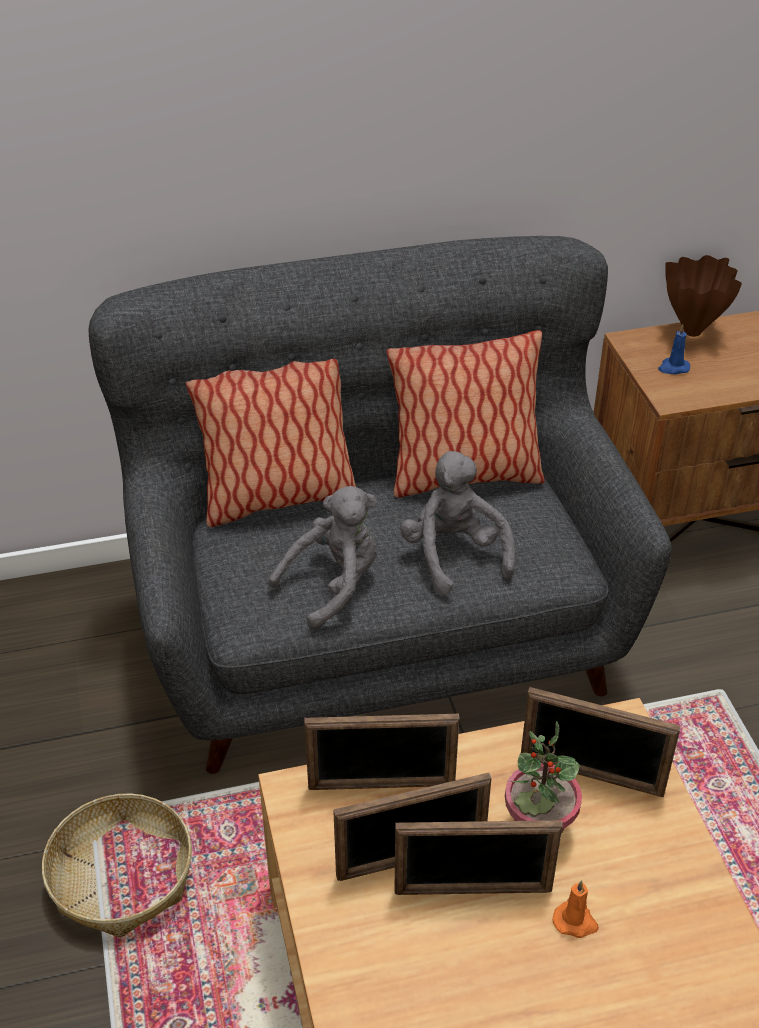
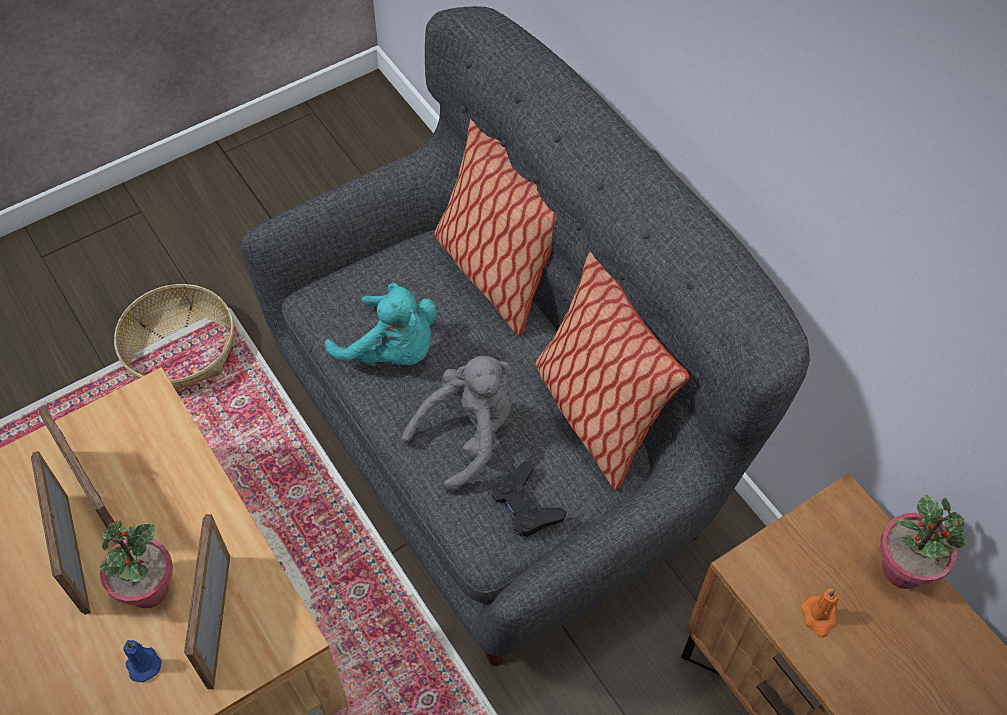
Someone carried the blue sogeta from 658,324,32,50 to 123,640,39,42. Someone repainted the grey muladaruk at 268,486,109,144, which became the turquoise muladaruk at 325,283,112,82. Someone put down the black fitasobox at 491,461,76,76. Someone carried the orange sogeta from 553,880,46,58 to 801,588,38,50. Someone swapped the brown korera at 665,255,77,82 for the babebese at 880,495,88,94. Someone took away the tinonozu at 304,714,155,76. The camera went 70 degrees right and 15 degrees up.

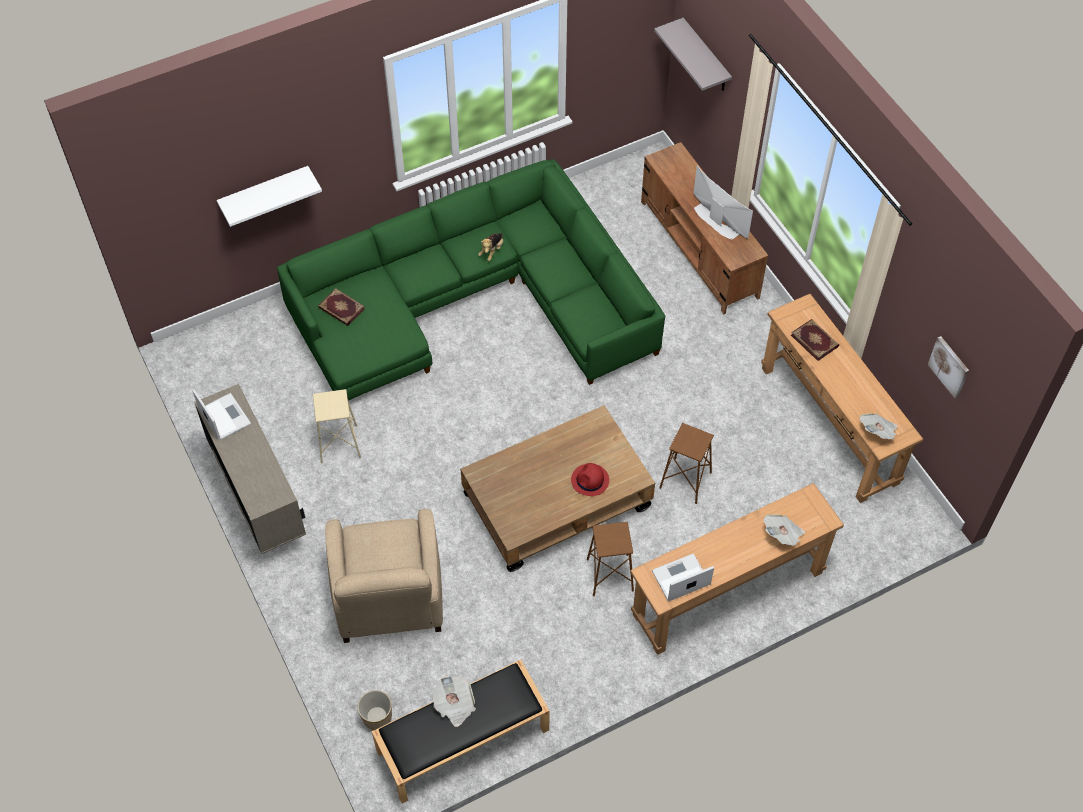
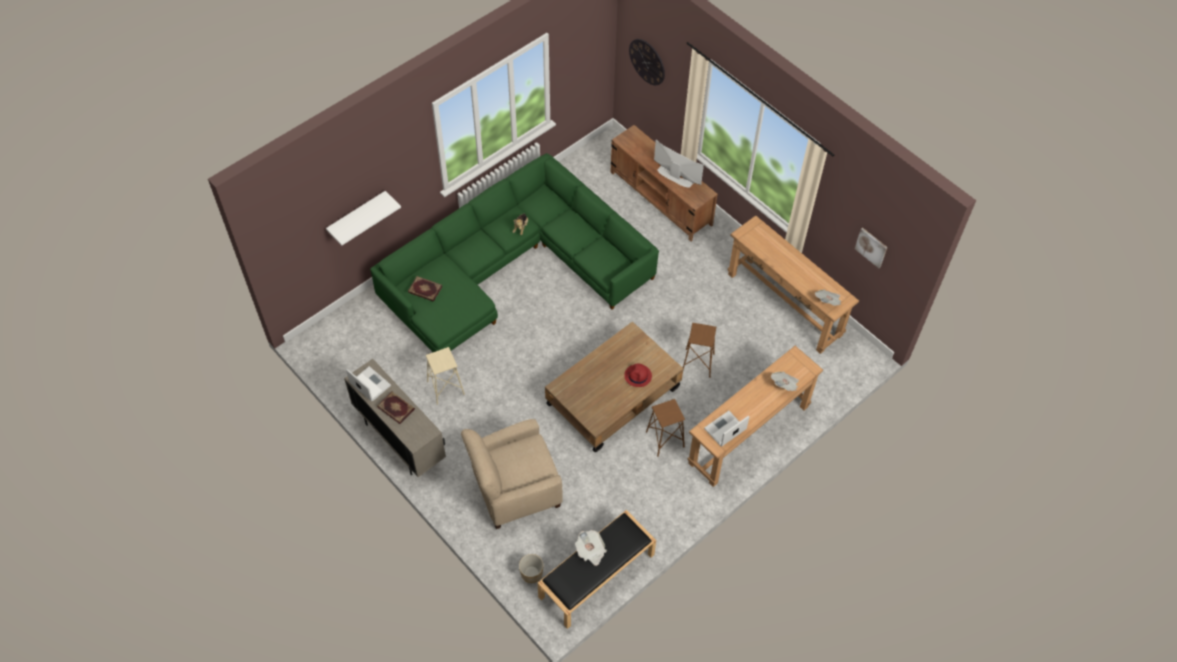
Someone carried the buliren from 791,319,48,42 to 377,391,38,33. Someone rotated the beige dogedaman at 325,509,118,134 by 90 degrees clockwise. Someone swapped the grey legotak at 654,18,78,73 for the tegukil at 629,39,36,46. The camera went 15 degrees left and 0 degrees up.

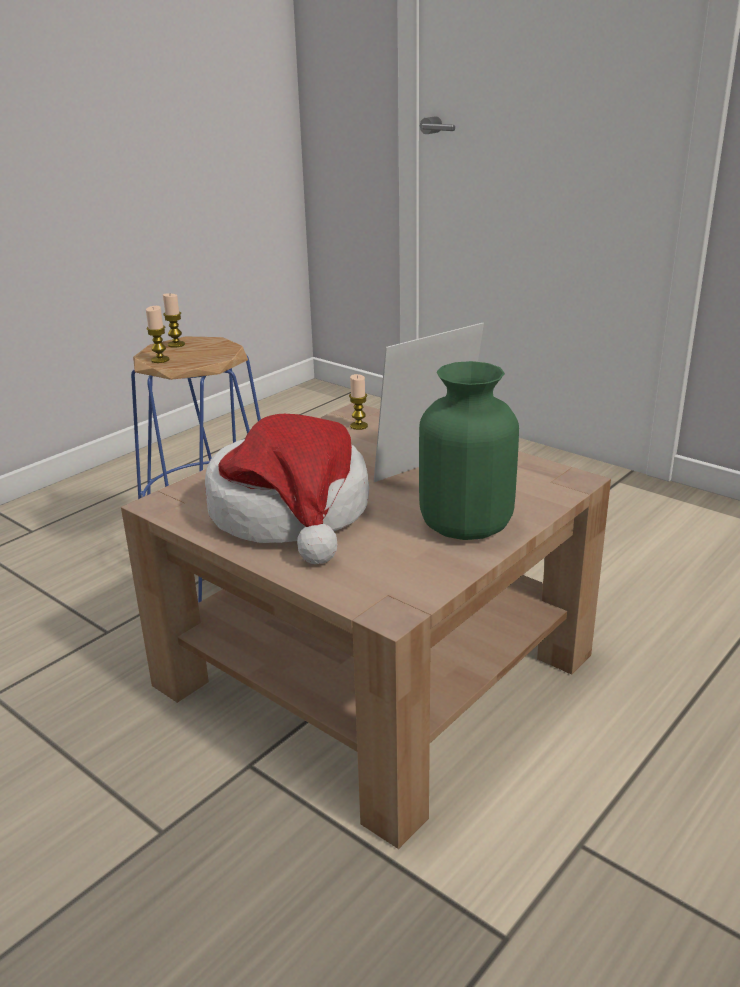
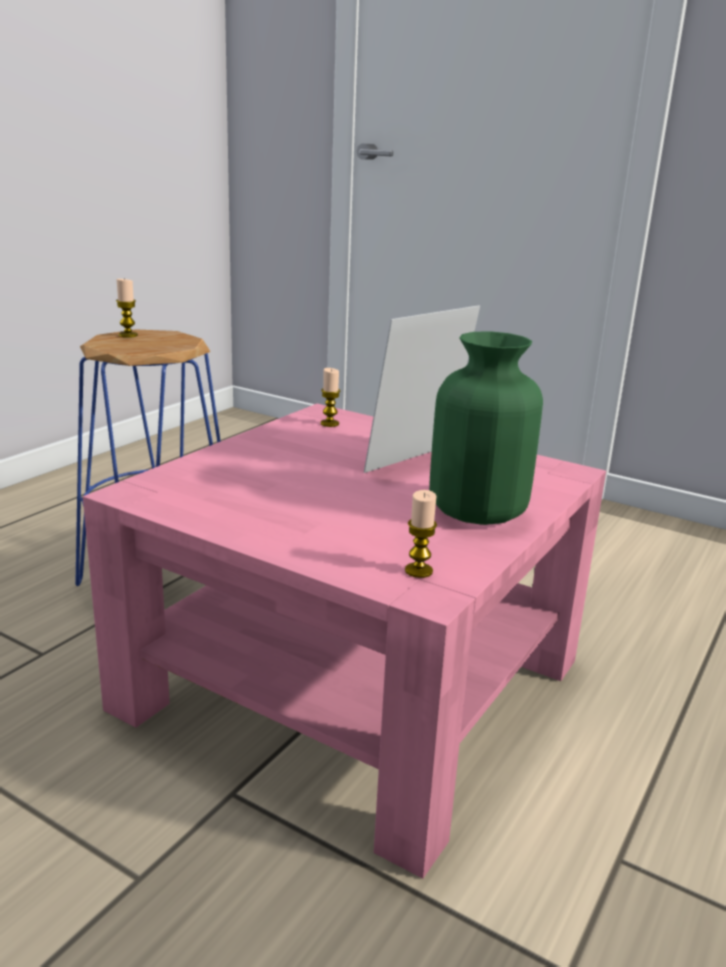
Someone repainted the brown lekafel at 121,403,490,446, which became the pink lekafel at 83,404,523,475. Someone carried the sogeta from 146,306,23,57 to 405,490,32,88. Someone took away the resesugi at 205,414,164,150. The camera went 10 degrees left and 5 degrees down.

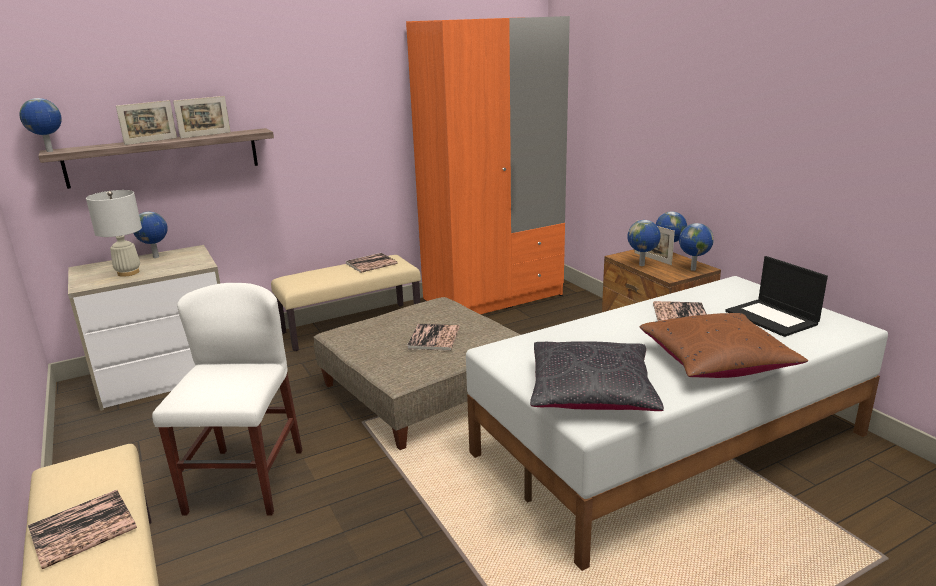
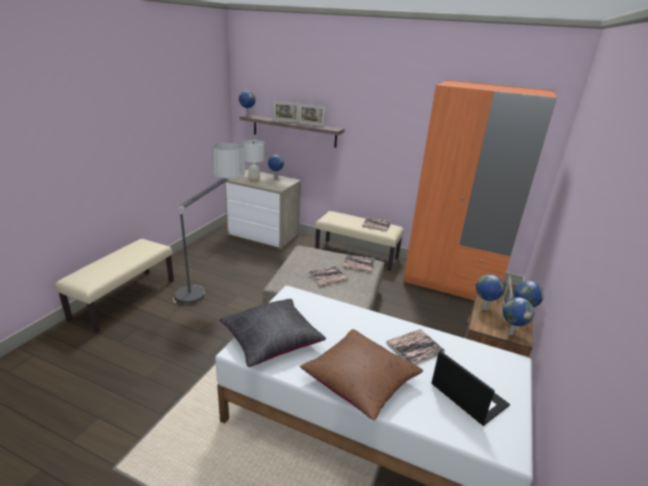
Someone swapped the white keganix at 152,283,151,233 for the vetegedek at 173,143,73,161. Someone carried the buliren from 28,490,109,79 to 342,255,33,17. Someone rotated the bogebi at 725,256,103,81 by 120 degrees clockwise. The camera went 50 degrees right and 5 degrees up.

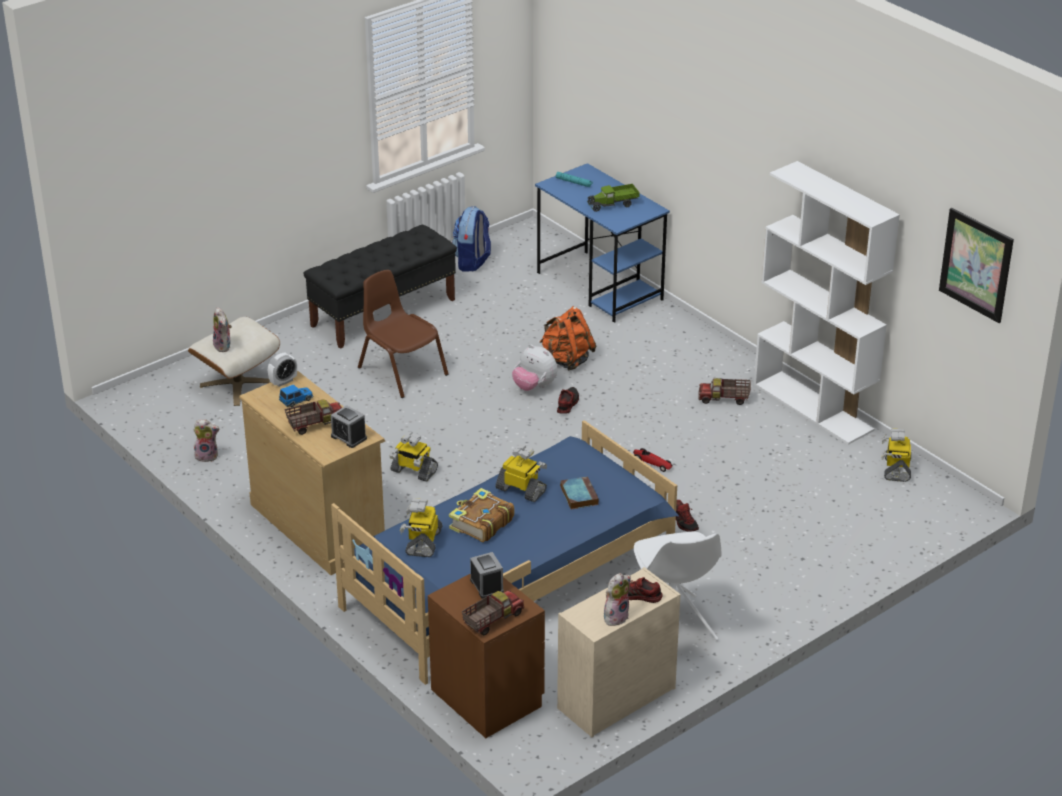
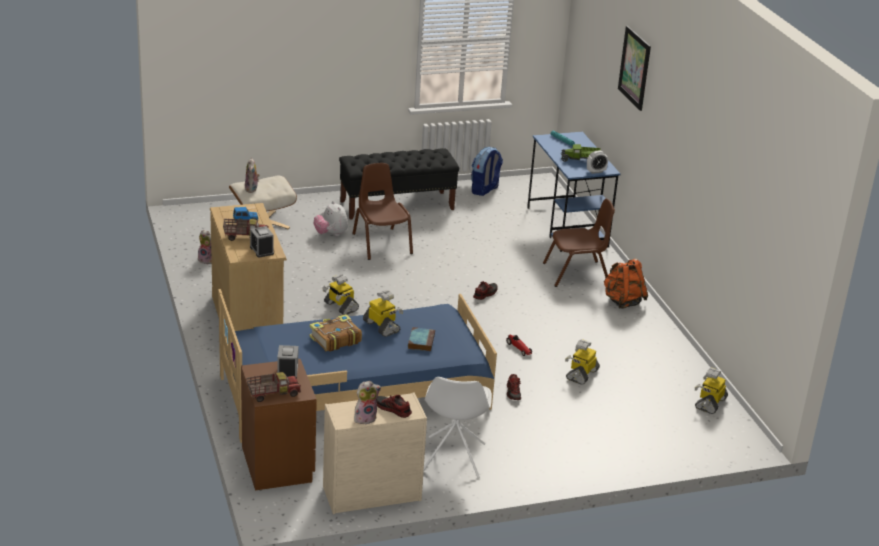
Someone carried the muladaruk from 512,344,45,47 to 314,201,34,35. Someone put down the brown keganix at 543,198,72,89. Someone carried the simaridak from 400,498,42,59 to 565,339,35,46. Someone carried the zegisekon from 268,353,29,34 to 587,151,21,23. Someone carried the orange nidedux from 539,306,57,65 to 604,258,44,51. Someone carried the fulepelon from 939,208,75,115 to 618,26,33,85. Someone took away the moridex at 698,378,53,27. Someone took away the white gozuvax at 754,161,146,284. The camera went 20 degrees right and 5 degrees down.

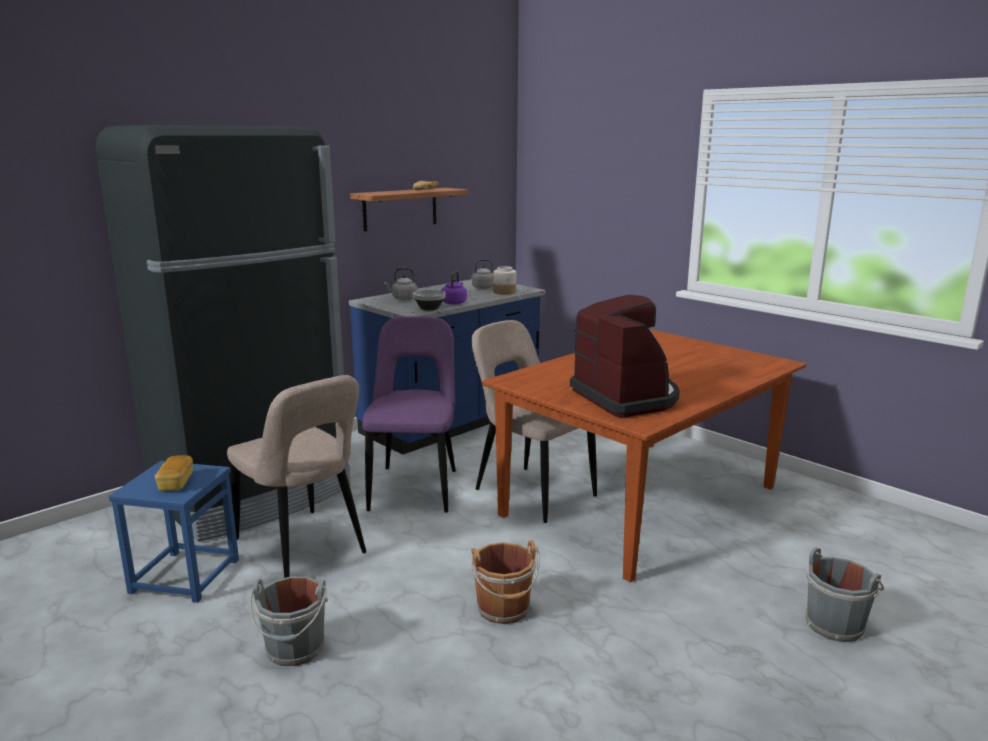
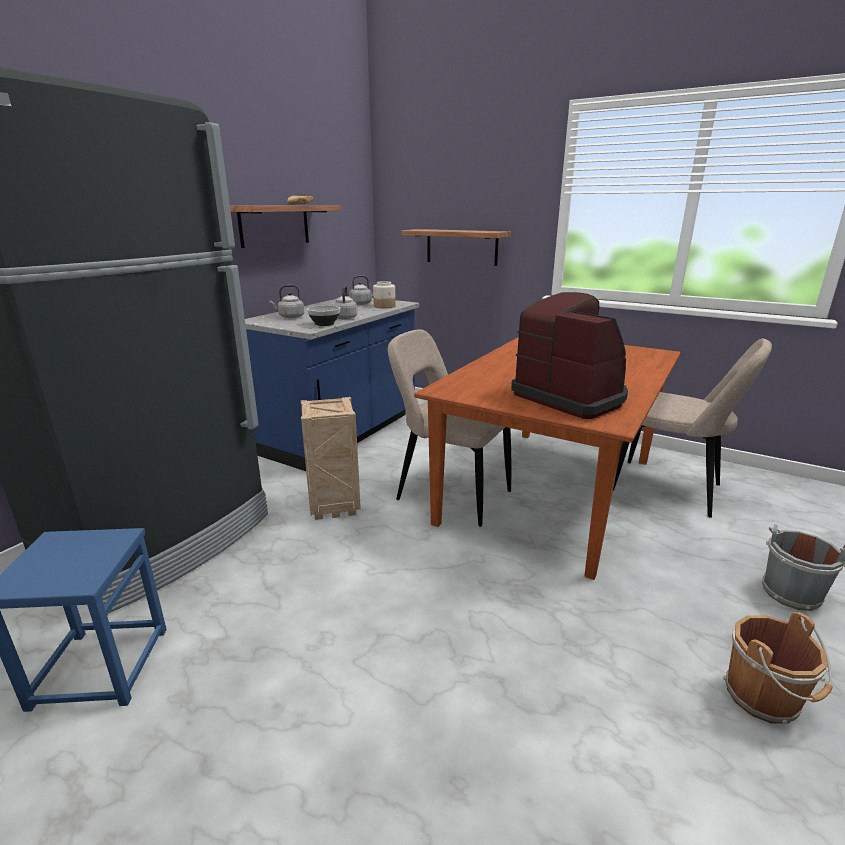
Someone swapped the purple keganix at 362,316,94,197 for the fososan at 301,397,60,123. Someone repainted the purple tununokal at 441,271,26,34, which became the grey tununokal at 332,285,26,34. Someone put up the legotak at 401,229,110,37. Someone carried the beige keganix from 227,375,139,203 to 613,339,159,179. Someone carried the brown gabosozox from 471,540,69,84 to 723,612,110,112. Someone took away the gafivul at 155,455,38,36. Someone took away the grey gabosozox at 250,576,78,90. The camera went 15 degrees left and 5 degrees up.

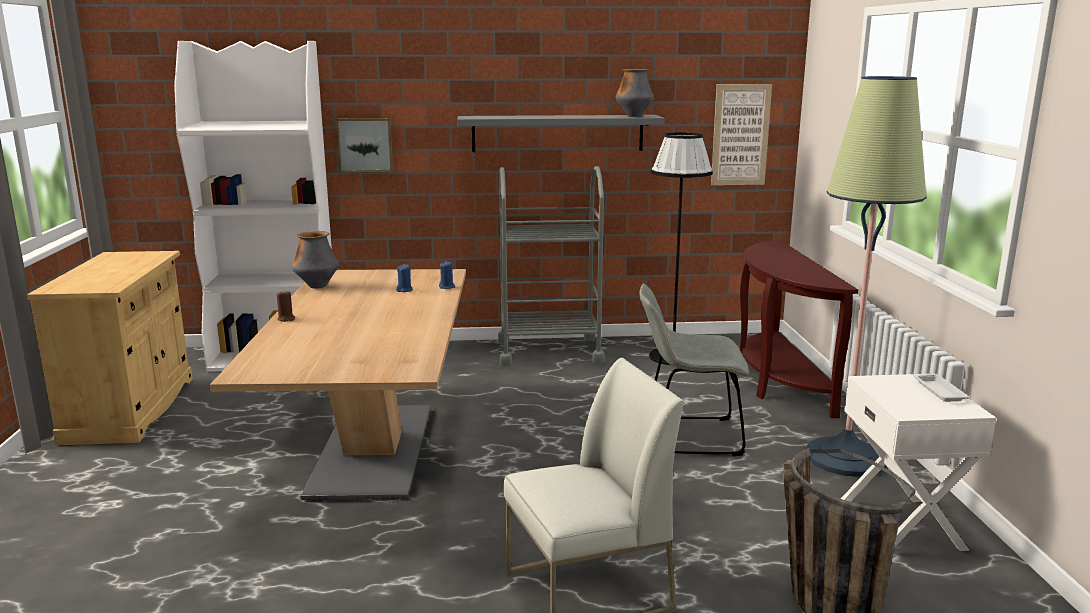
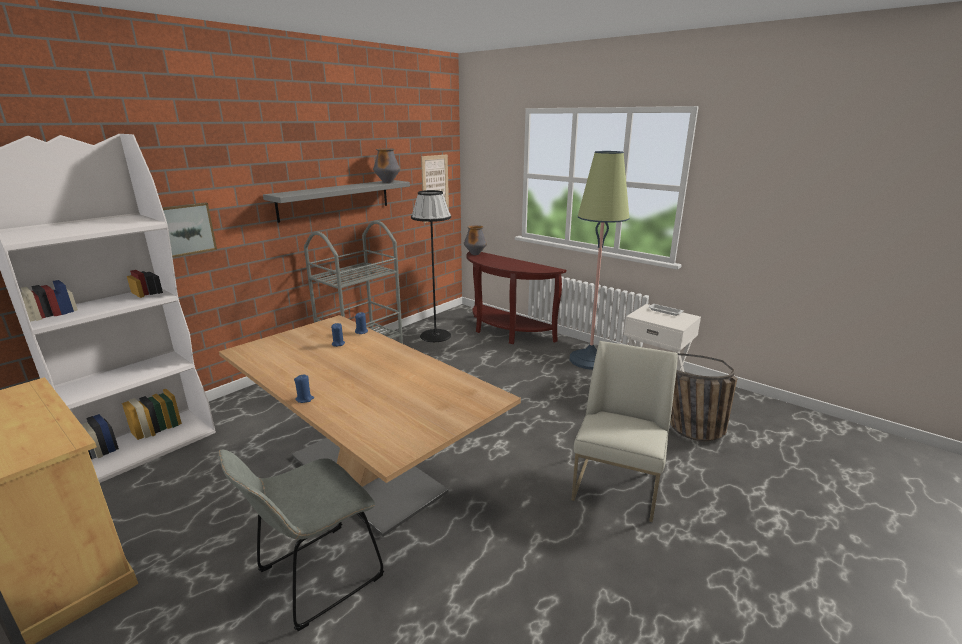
Someone carried the grey keganix from 639,284,110,172 to 218,450,166,181. Someone repainted the brown sogeta at 277,290,18,32, which became the blue sogeta at 294,375,20,28. Someone carried the korera from 292,231,47,58 to 464,225,23,30. The camera went 45 degrees left and 5 degrees up.

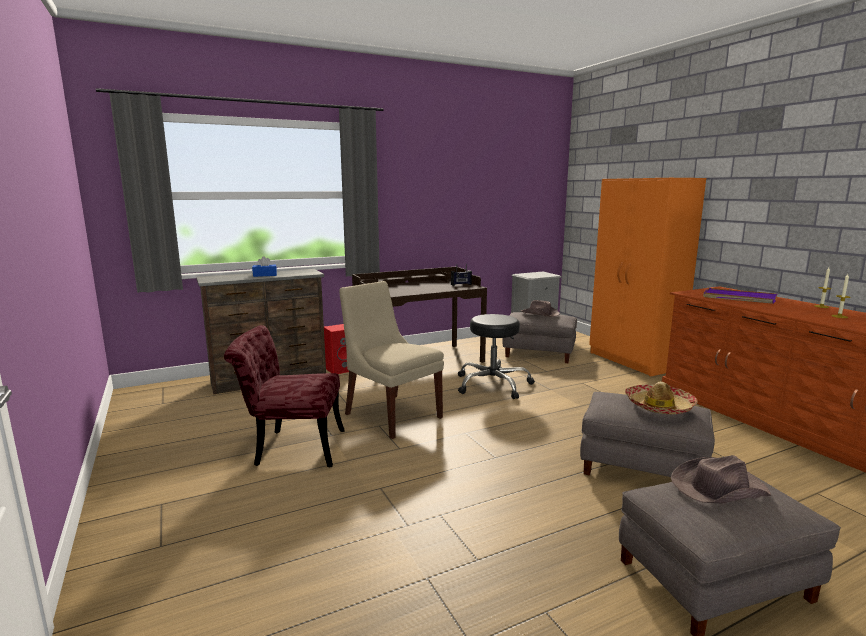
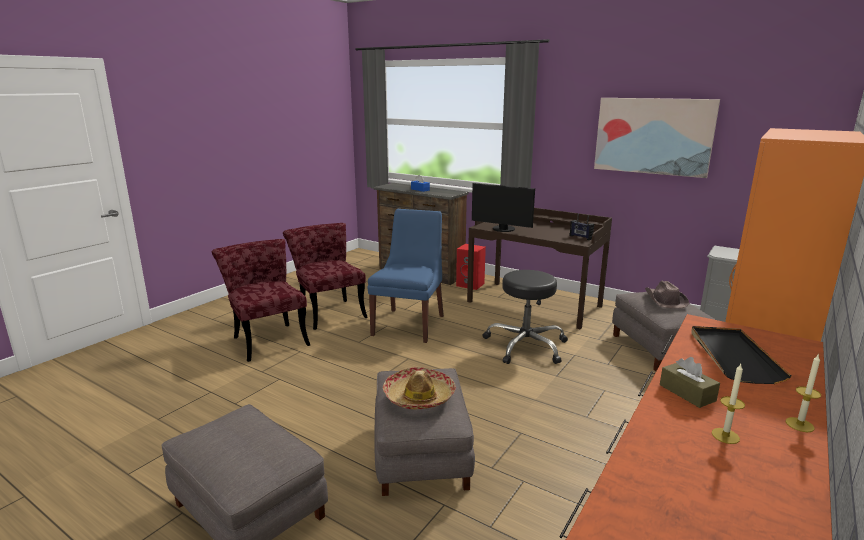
Someone put down the red keganix at 212,239,98,123. Someone repainted the beige keganix at 339,281,105,158, which became the blue keganix at 367,209,77,134. Someone put down the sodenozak at 472,183,63,49. Someone put up the fulepelon at 594,98,126,80. Someone put down the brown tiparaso at 660,357,60,51. Someone repainted the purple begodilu at 703,288,74,16, which became the black begodilu at 691,326,101,58. Someone took away the brown resesugi at 671,455,100,48. The camera went 60 degrees right and 5 degrees up.

